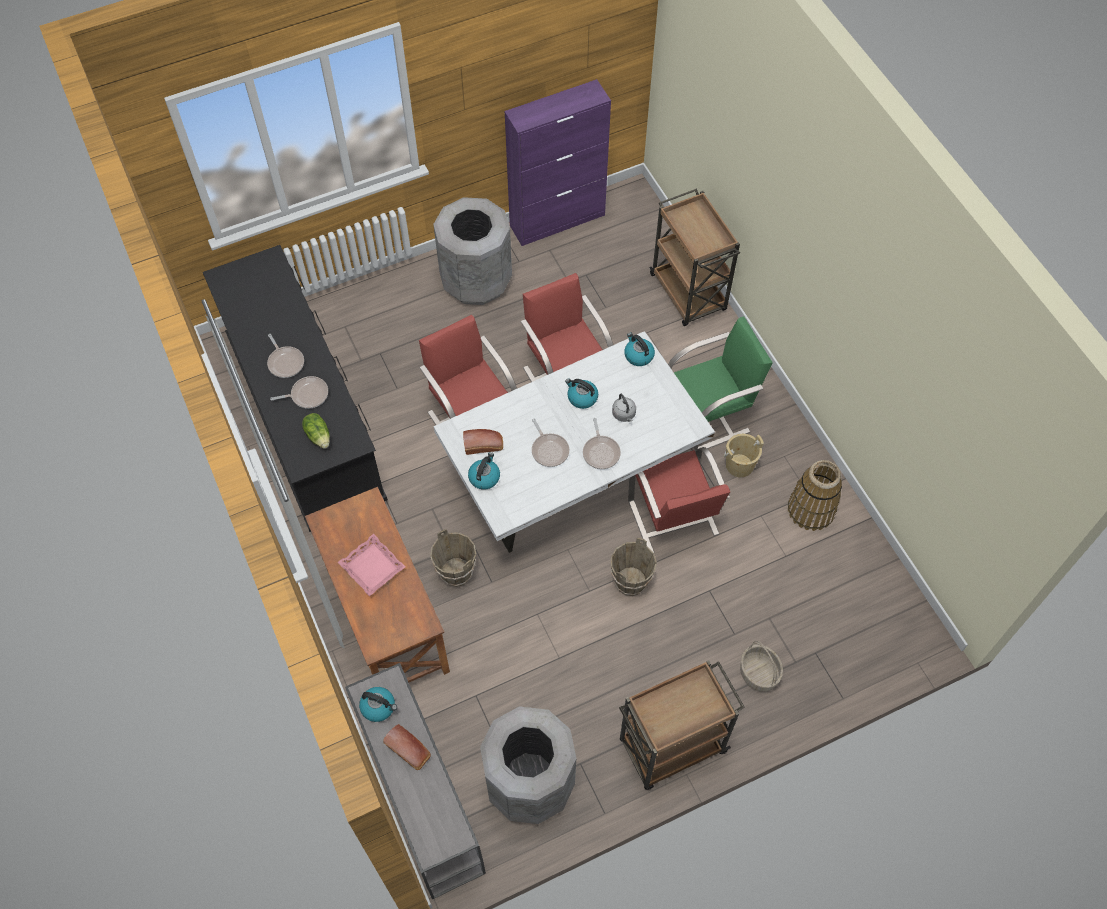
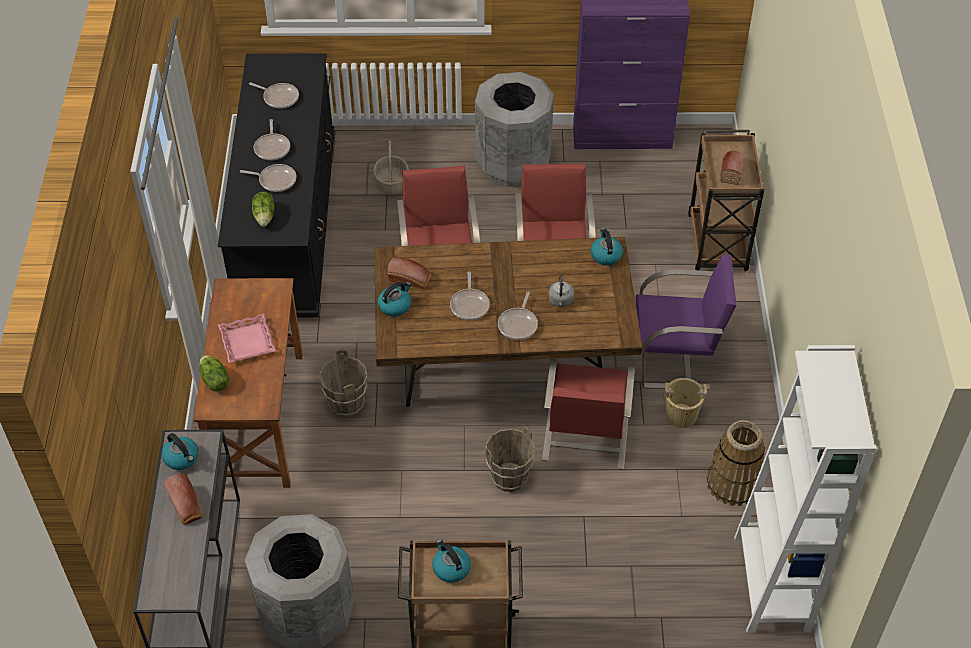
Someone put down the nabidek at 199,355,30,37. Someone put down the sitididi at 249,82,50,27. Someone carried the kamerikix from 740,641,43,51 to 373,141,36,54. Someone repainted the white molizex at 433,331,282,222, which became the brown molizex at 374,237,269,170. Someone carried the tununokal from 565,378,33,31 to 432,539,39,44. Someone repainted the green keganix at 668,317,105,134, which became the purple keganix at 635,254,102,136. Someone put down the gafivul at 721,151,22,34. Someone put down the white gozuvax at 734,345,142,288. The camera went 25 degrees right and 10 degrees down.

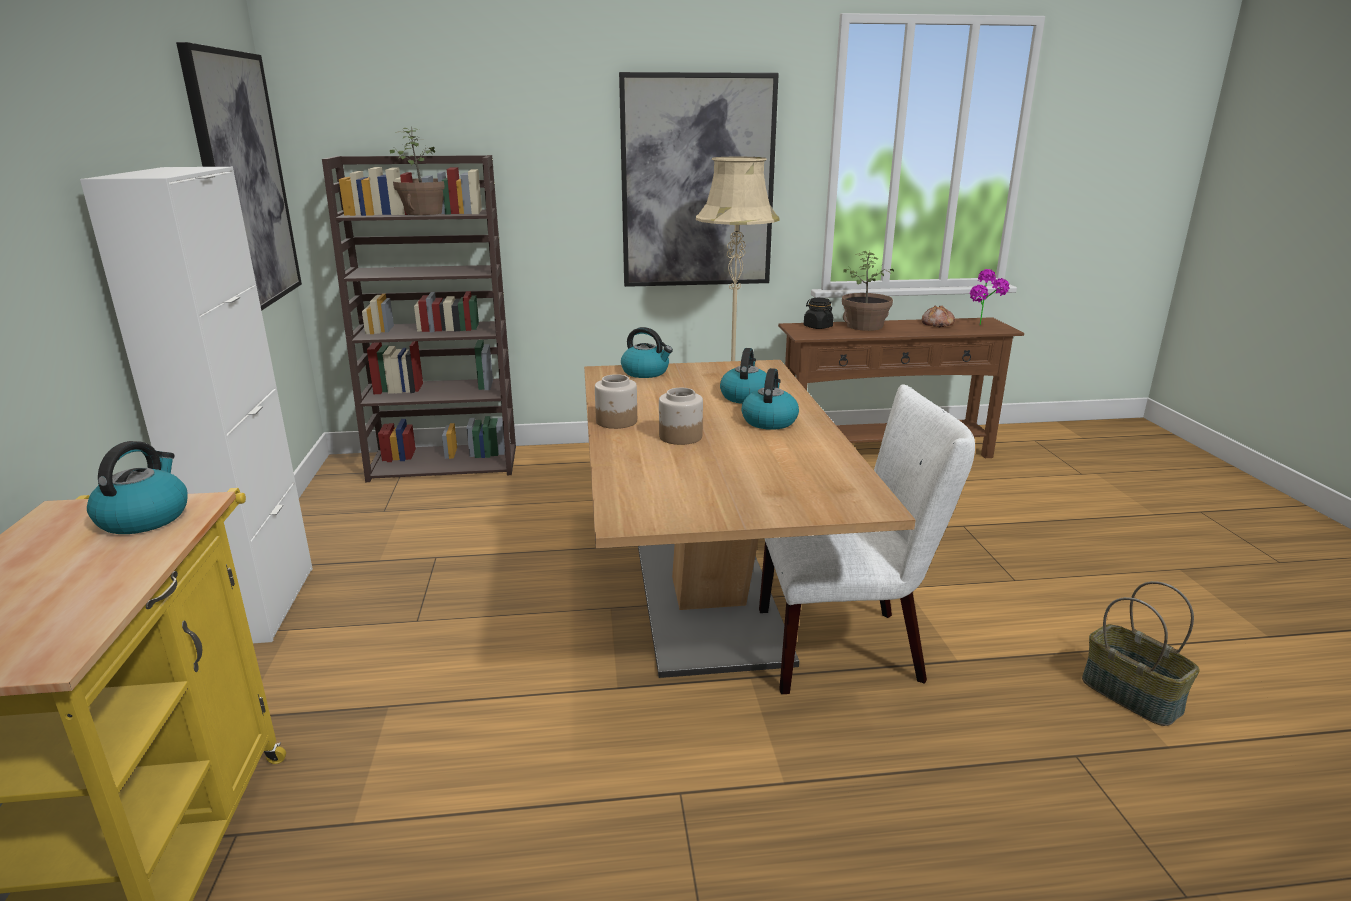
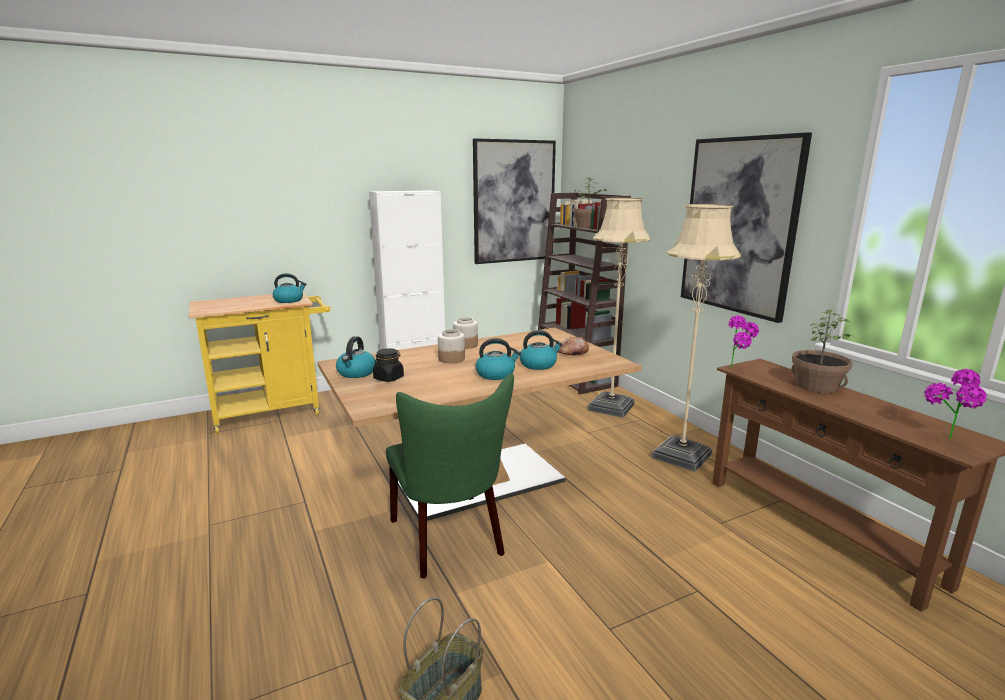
Someone carried the tununokal from 621,327,52,51 to 336,336,39,42. Someone carried the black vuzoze from 804,298,30,31 to 373,348,31,34. Someone repainted the white keganix at 759,384,216,310, which became the green keganix at 386,374,128,204. Someone carried the gafivul from 922,305,33,22 to 558,337,31,18. Someone put down the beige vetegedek at 587,198,64,220. Someone put down the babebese at 728,315,31,53. The camera went 70 degrees right and 5 degrees down.

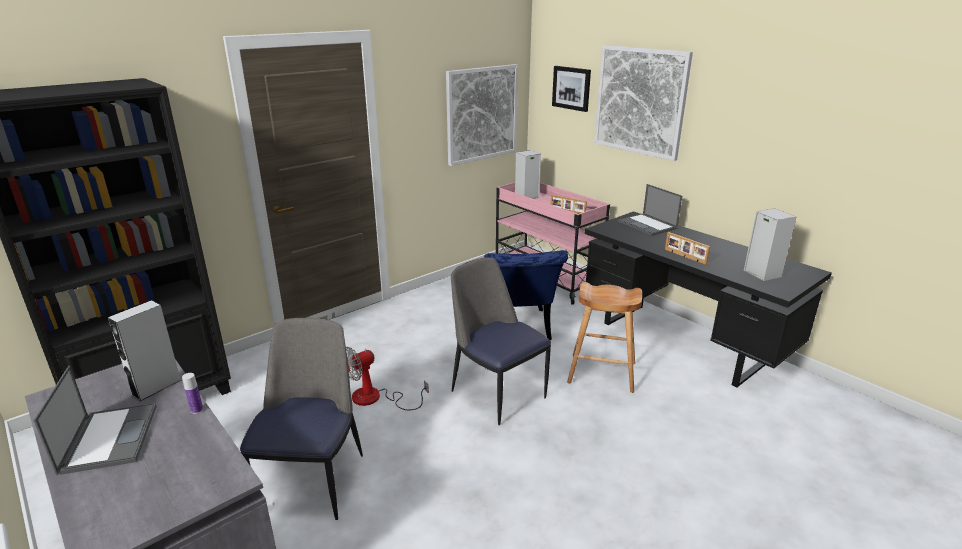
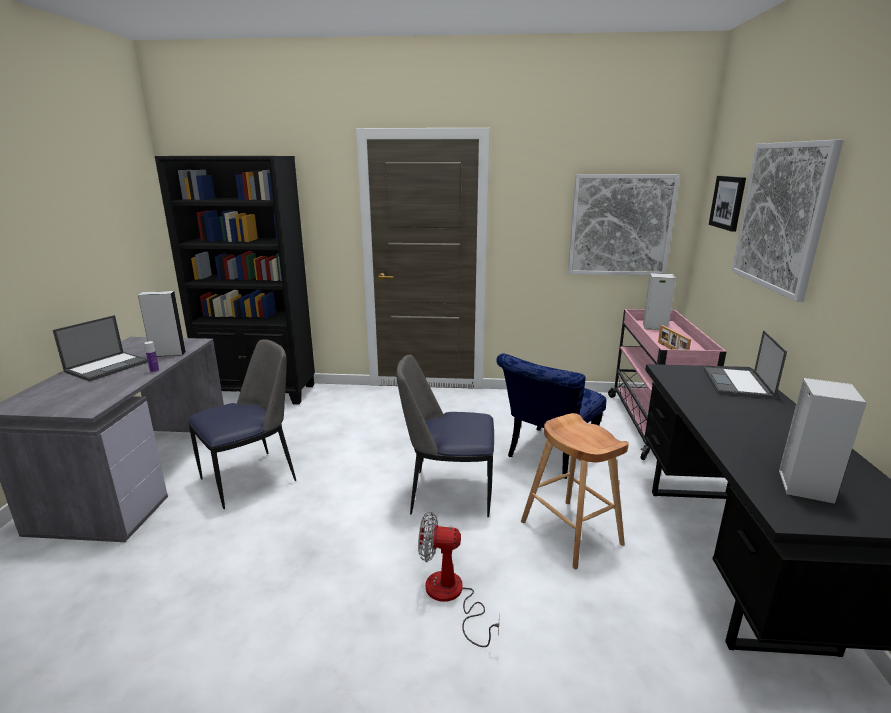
Someone rotated the keganix at 451,257,100,168 by 90 degrees counterclockwise. Someone carried the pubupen from 346,347,83,63 to 418,512,82,135. Someone took away the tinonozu at 665,232,45,33. The camera went 45 degrees right and 5 degrees down.

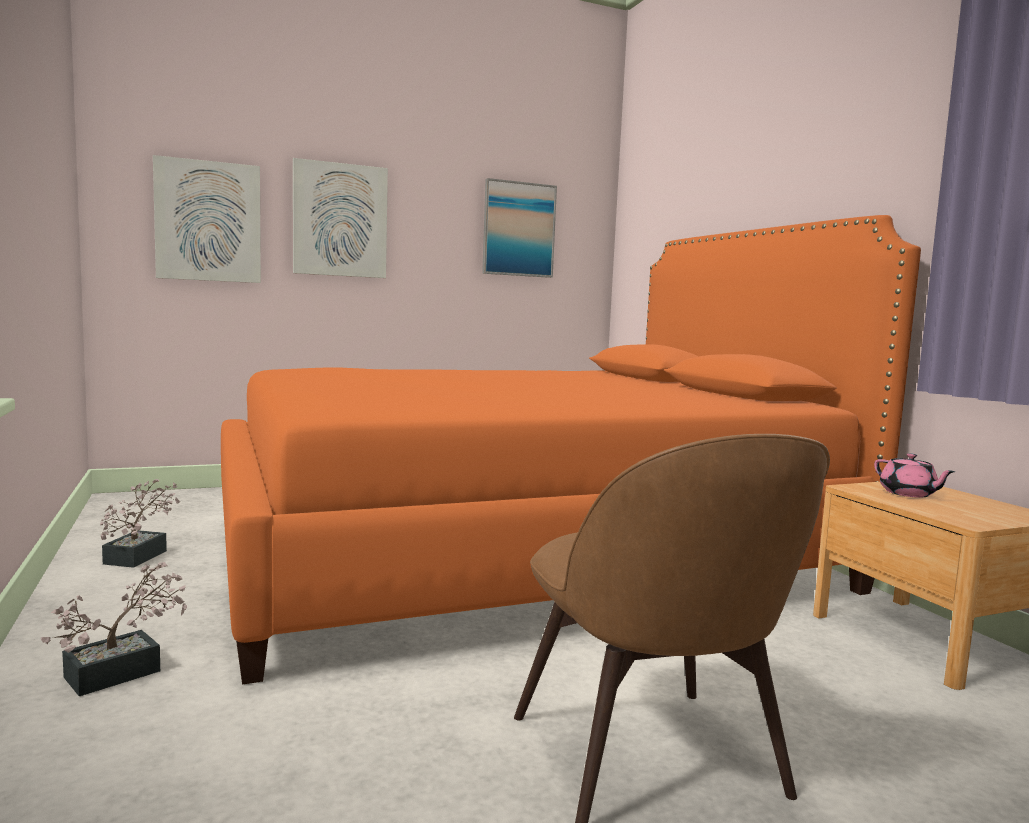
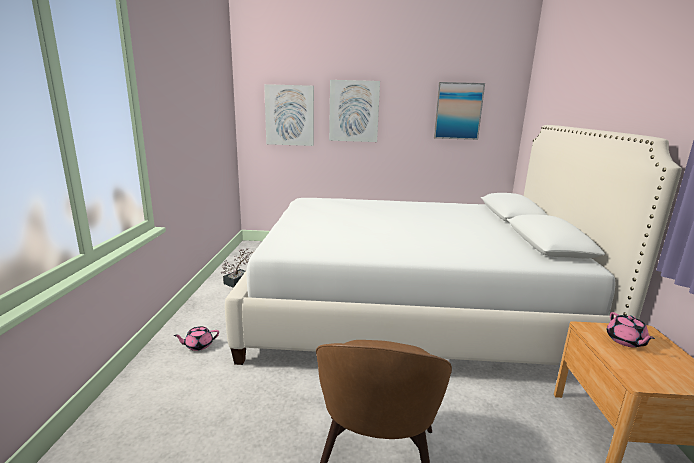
Someone swapped the babebese at 41,562,146,134 for the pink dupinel at 173,326,46,25. Someone repainted the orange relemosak at 221,215,700,470, which became the white relemosak at 225,125,457,240. The camera went 25 degrees right and 10 degrees up.

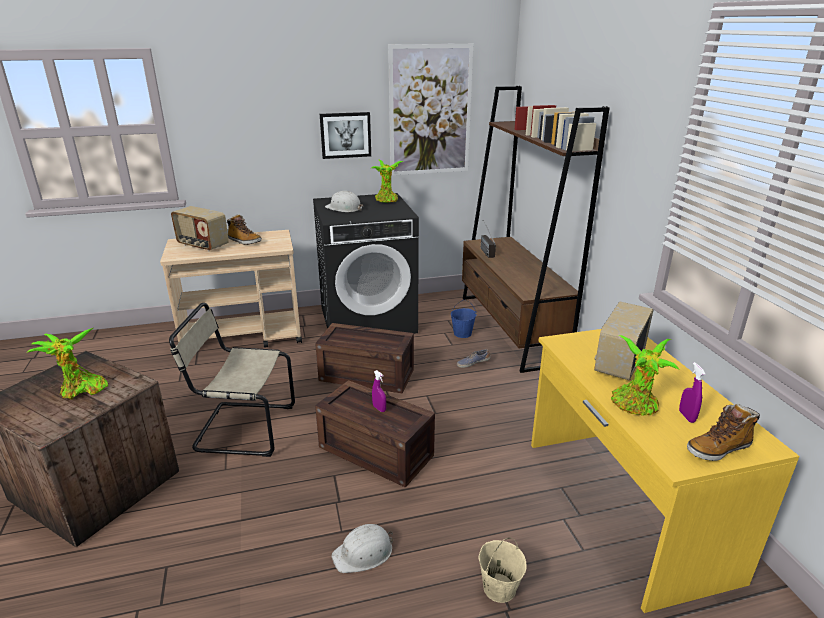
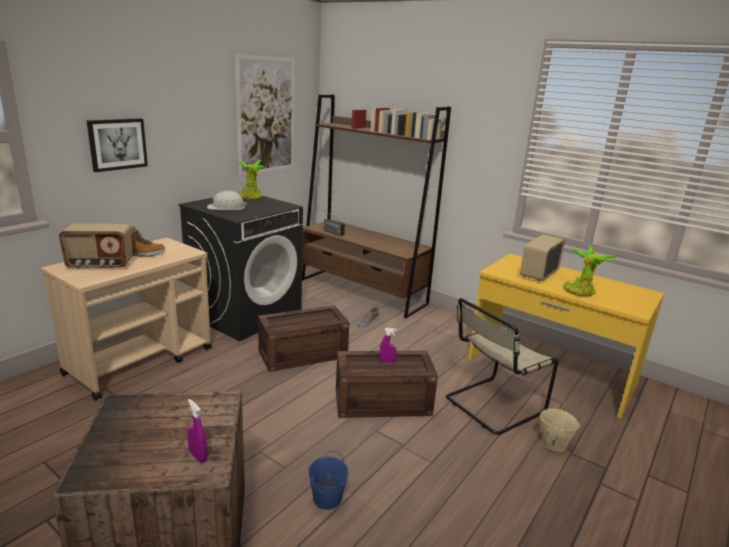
Someone carried the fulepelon from 320,112,51,47 to 87,118,61,54. Someone carried the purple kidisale from 679,362,27,61 to 187,399,20,64. Someone carried the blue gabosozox from 451,300,26,38 to 308,451,41,59. Someone carried the beige keganix from 169,303,126,154 to 446,298,112,137. Someone rotated the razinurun at 594,301,59,79 by 45 degrees clockwise. Someone took away the babebese at 28,328,80,72. Someone took away the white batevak at 332,524,61,49. Someone took away the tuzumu at 687,404,73,57. The camera went 40 degrees left and 5 degrees down.

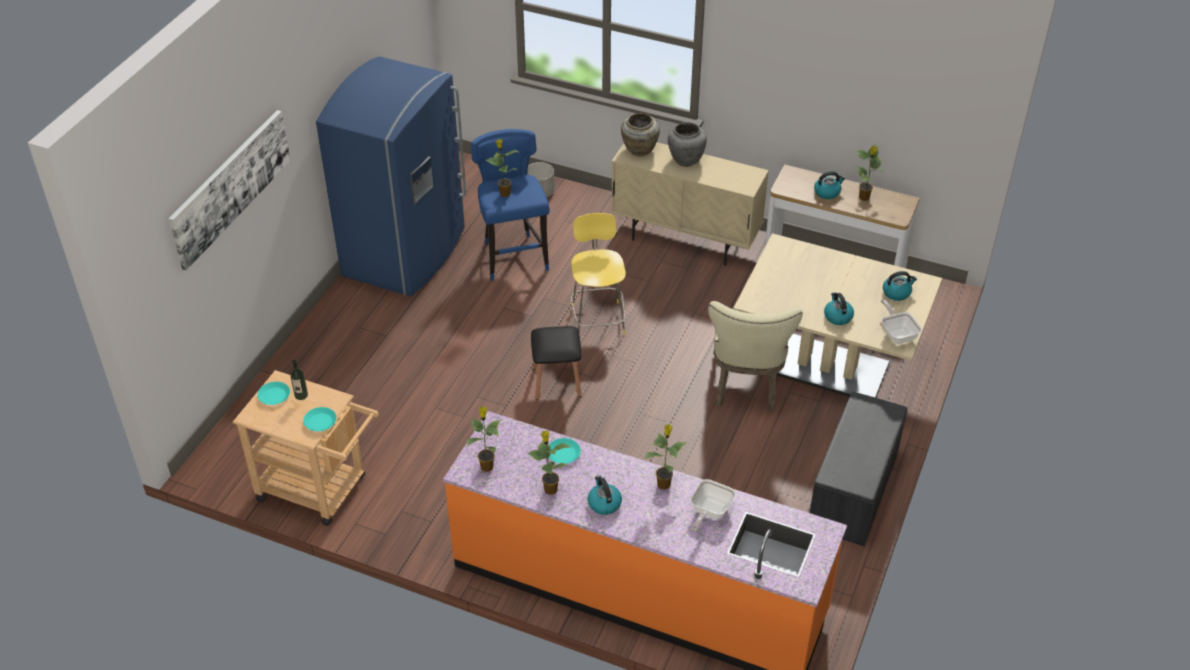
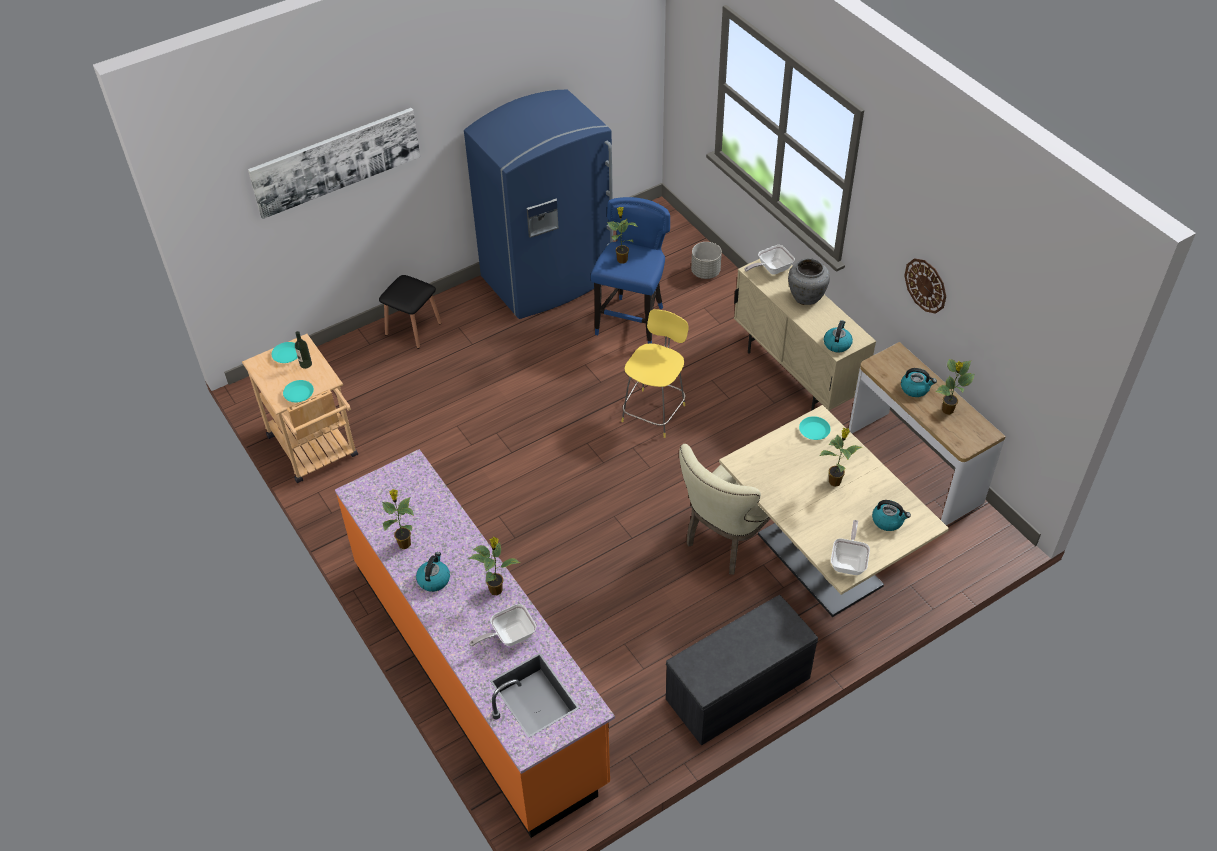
Someone carried the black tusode from 531,326,50,74 to 379,275,63,74. Someone swapped the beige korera at 621,113,39,43 for the sitididi at 745,245,50,30. Someone carried the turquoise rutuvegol from 549,438,32,26 to 799,416,32,24. Someone carried the babebese from 467,407,34,65 to 819,428,43,59. Someone carried the tununokal from 824,292,30,33 to 824,320,29,32. Someone put up the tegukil at 904,258,42,56. The camera went 35 degrees right and 5 degrees up.

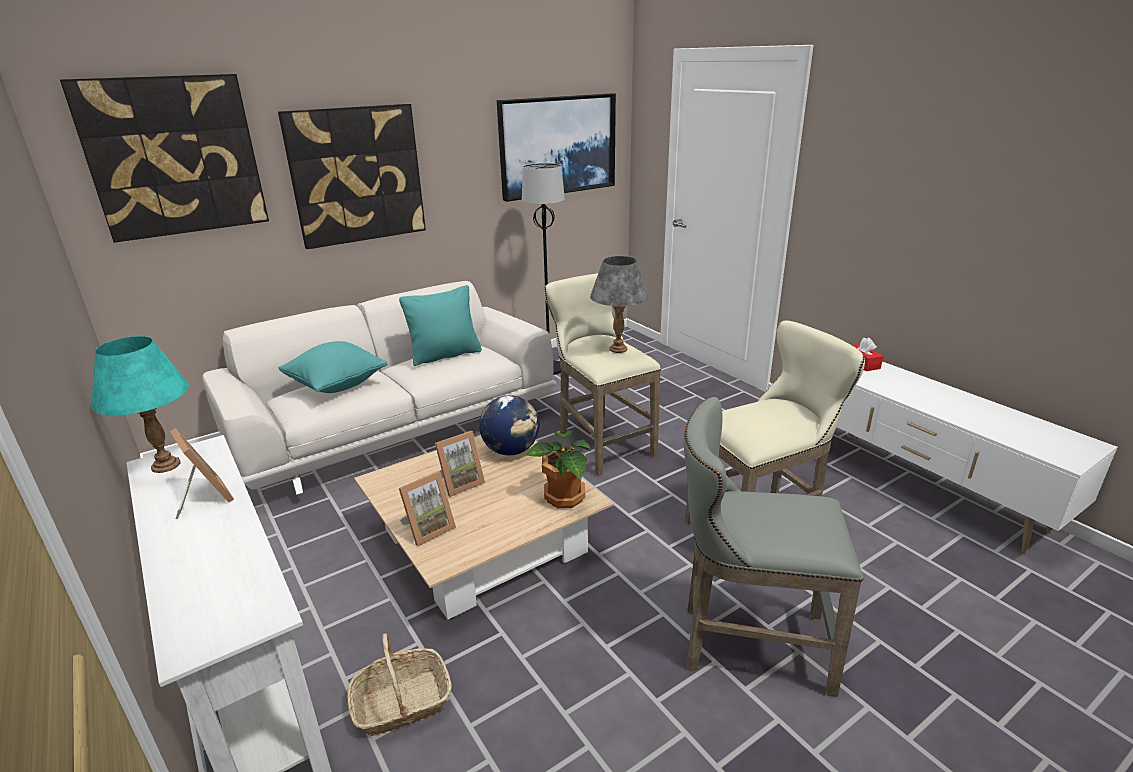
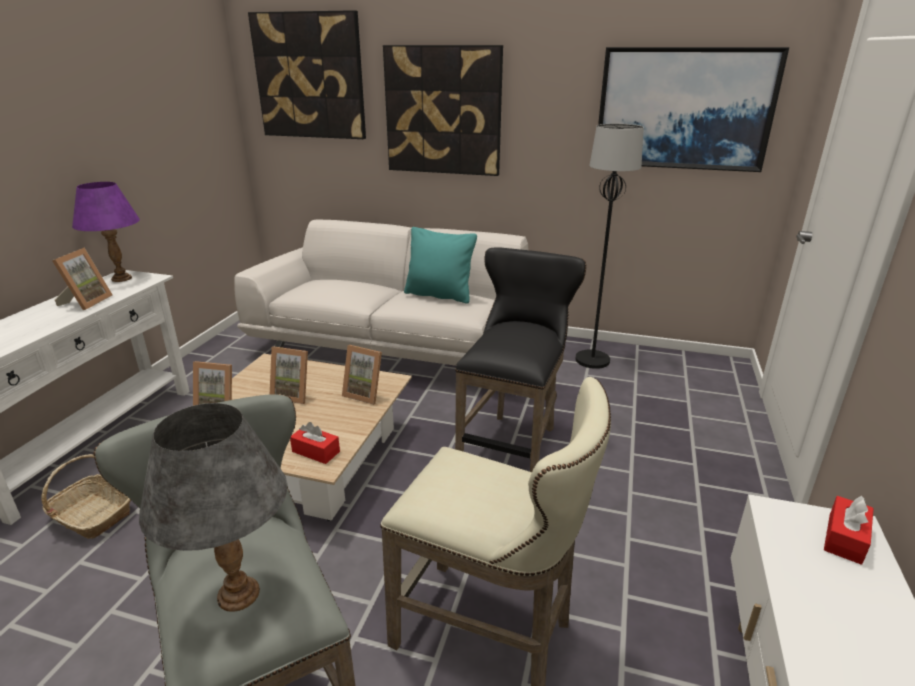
Someone repainted the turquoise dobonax at 91,336,98,137, which became the purple dobonax at 72,182,68,100. Someone carried the grey dobonax from 590,256,58,97 to 139,403,148,209. Someone swapped the babebese at 526,431,65,77 for the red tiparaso at 290,422,50,42. Someone swapped the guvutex at 479,395,60,60 for the tinonozu at 342,345,40,60. Someone repainted the beige tusode at 544,273,117,203, which became the black tusode at 455,247,131,225. Someone took away the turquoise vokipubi at 279,341,108,52. The camera went 50 degrees right and 0 degrees up.

